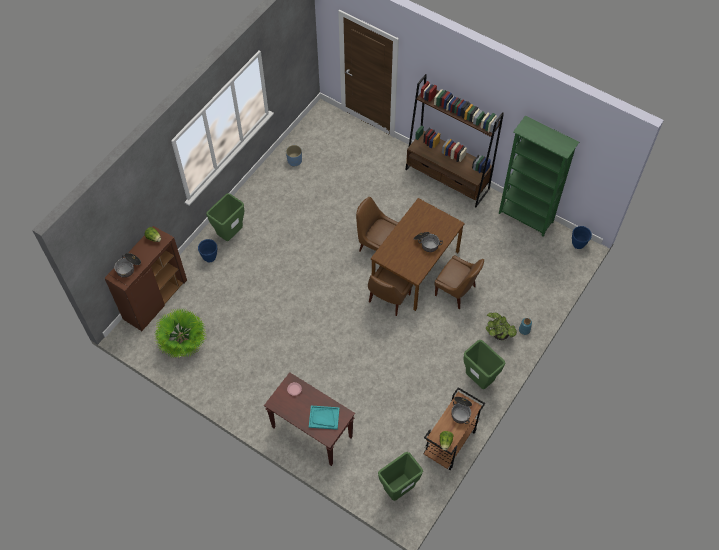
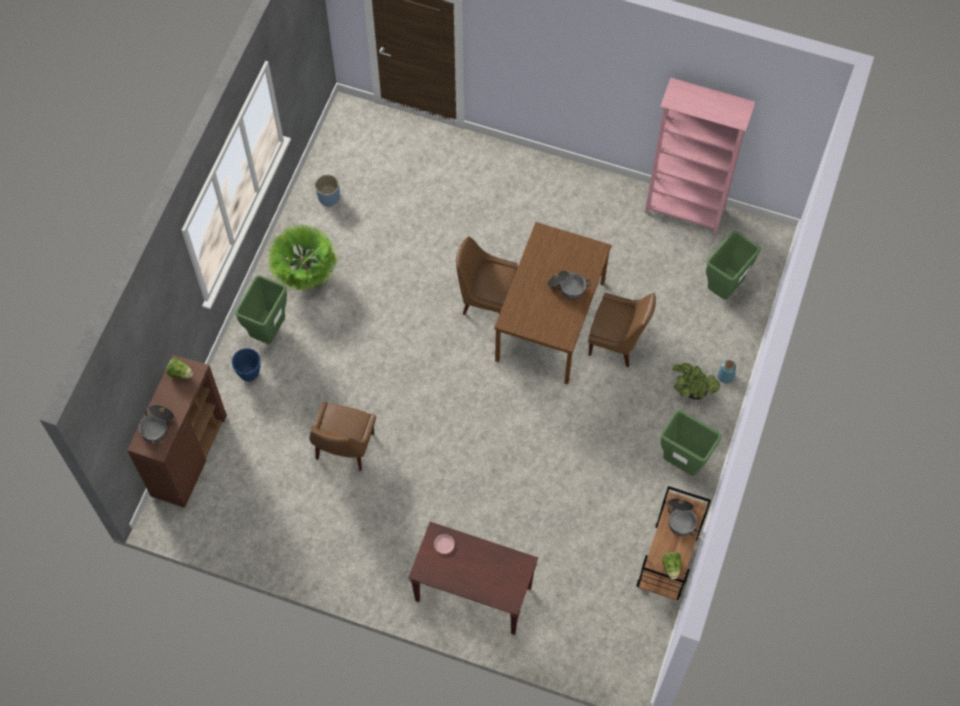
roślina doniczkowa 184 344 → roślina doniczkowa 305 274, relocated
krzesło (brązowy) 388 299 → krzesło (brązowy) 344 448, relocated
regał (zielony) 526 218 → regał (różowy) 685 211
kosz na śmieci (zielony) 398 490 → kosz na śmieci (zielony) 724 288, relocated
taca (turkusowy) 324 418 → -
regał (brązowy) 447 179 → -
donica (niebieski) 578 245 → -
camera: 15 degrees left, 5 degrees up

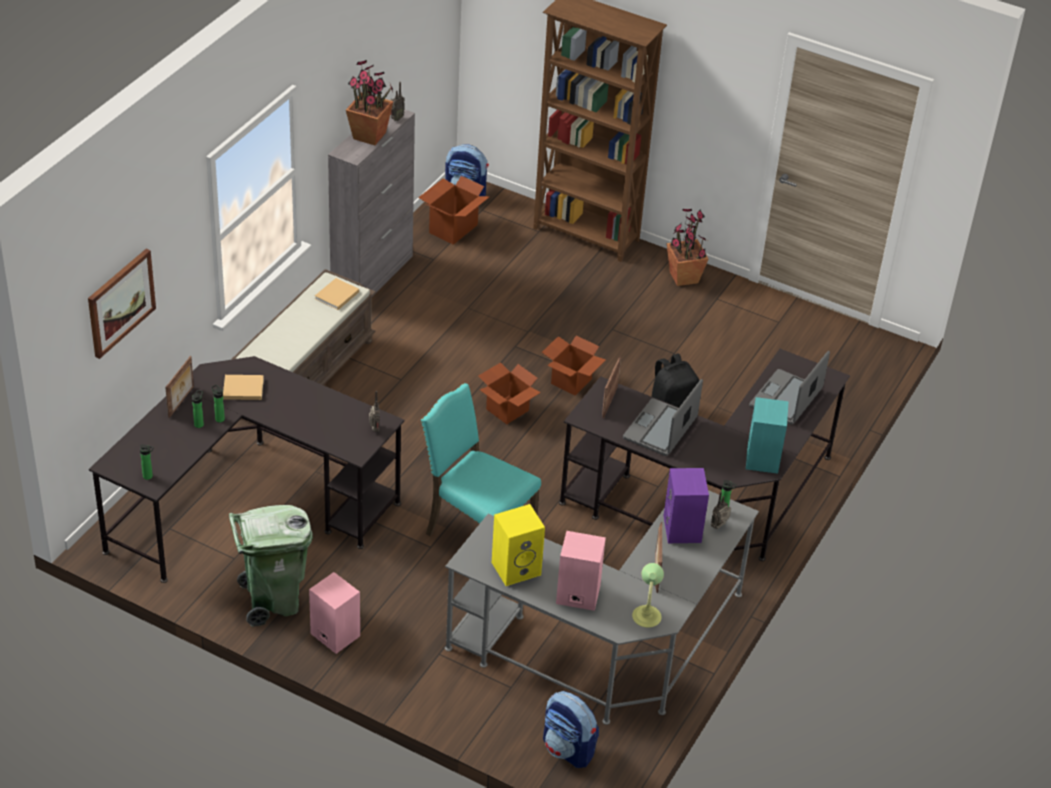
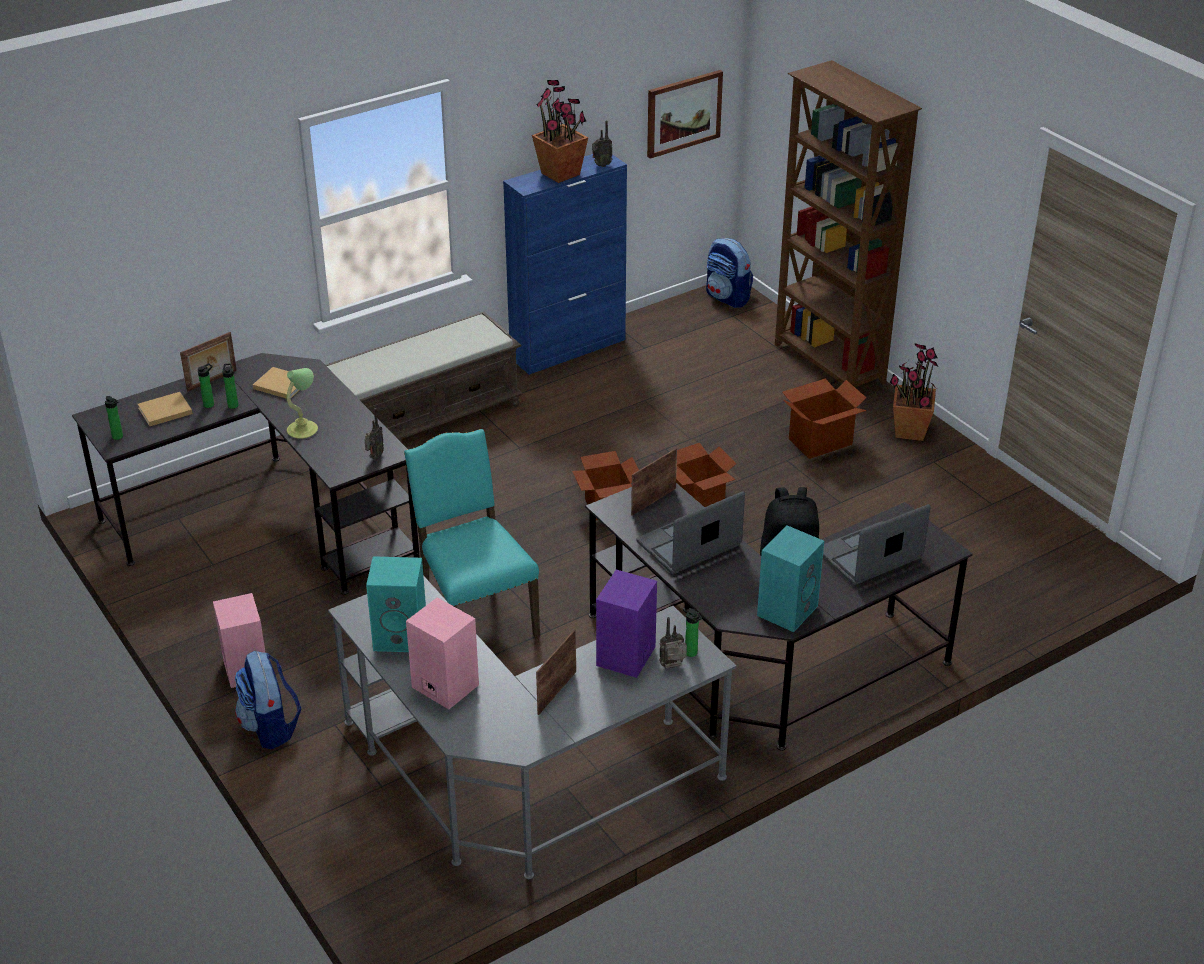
książka (beżowy) 336 296 → książka (beżowy) 163 411, relocated
plecak 568 749 → plecak 271 727, relocated
lampa stołowa 647 616 → lampa stołowa 303 430, relocated
głośnik (żółty) 516 567 → głośnik (turkusowy) 402 636
szafka (szary) 372 277 → szafka (niebieski) 568 348
obraz 120 302 → obraz 683 113, relocated
karton 452 228 → karton 819 441, relocated
kosz na śmieci (zielony) 273 601 → -
camera: 30 degrees right, 5 degrees down

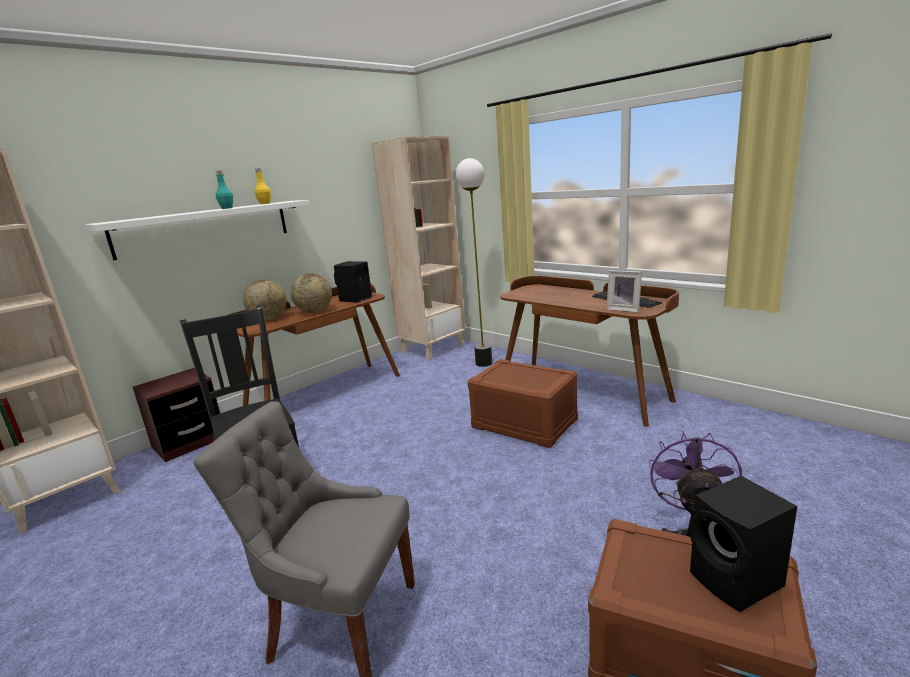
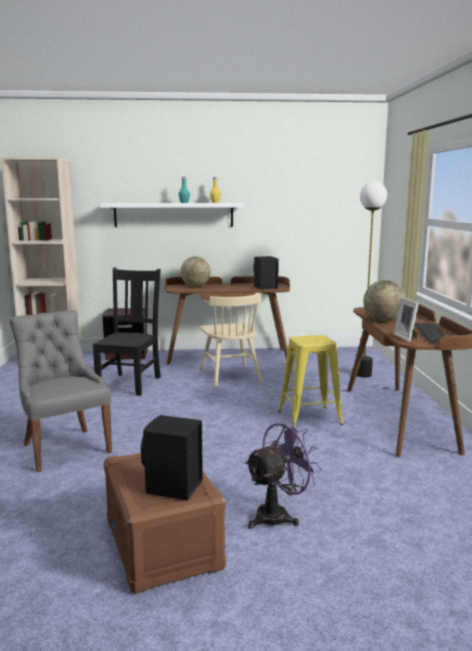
- → krzesło (beżowy) 230 375
pojemnik do przechowywania (brązowy) 523 424 → stołek (żółty) 309 418
globus 314 312 → globus 383 321, relocated
regał (beżowy) 433 349 → -
camera: 40 degrees right, 5 degrees down

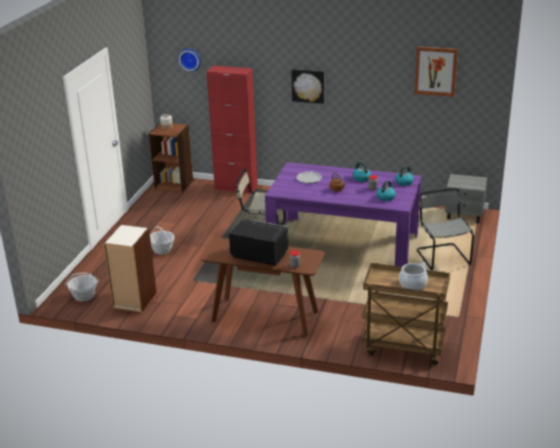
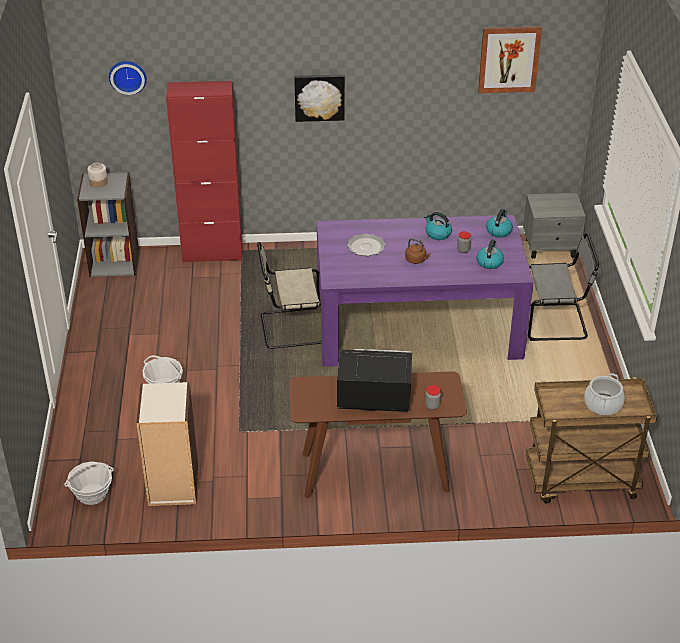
regał (brązowy) 174 184 → regał (szary) 114 262
krzesło (szary) 442 256 → krzesło (szary) 556 322, 120 degrees clockwise
camera: 20 degrees left, 10 degrees up

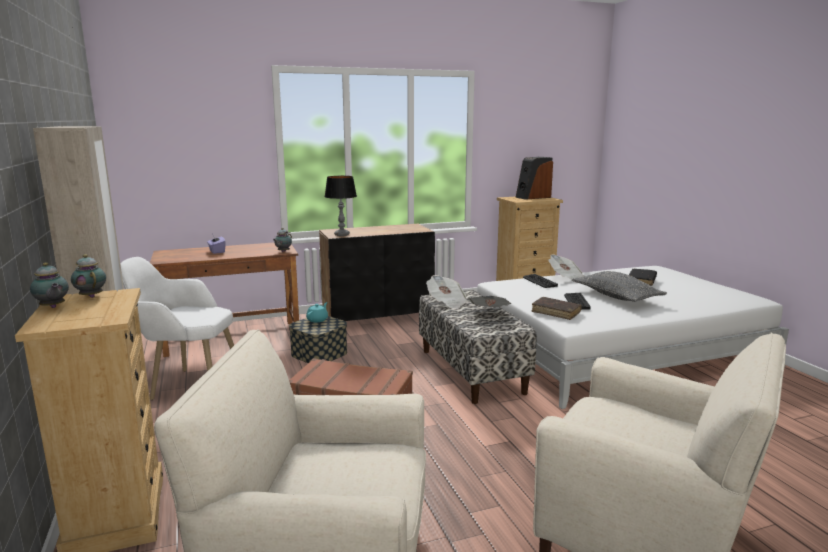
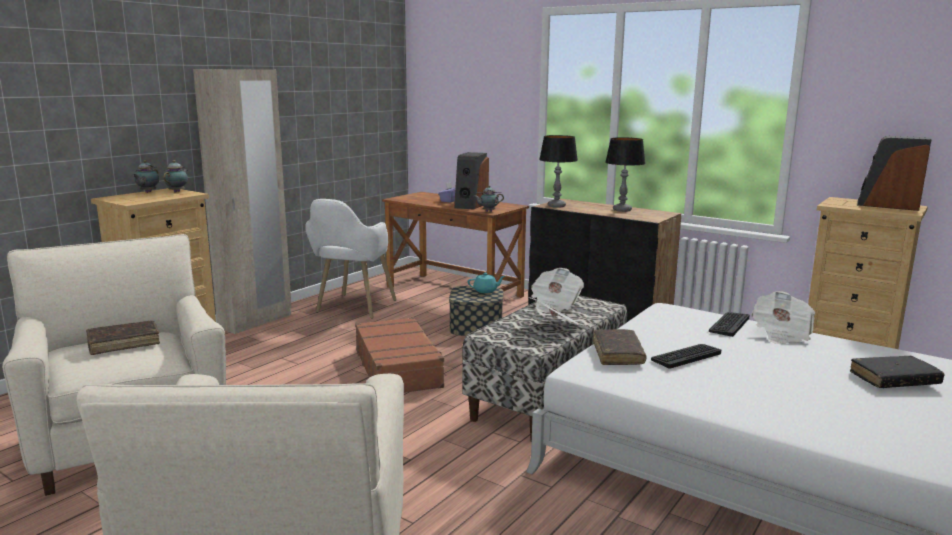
- → książka (brązowy) 124 343
fotel (biały) 187 385 → fotel (biały) 352 309, 135 degrees counterclockwise
- → głośnik 470 205
- → lampa stołowa 622 210
poduszka (szary) 616 297 → -
camera: 55 degrees right, 0 degrees up

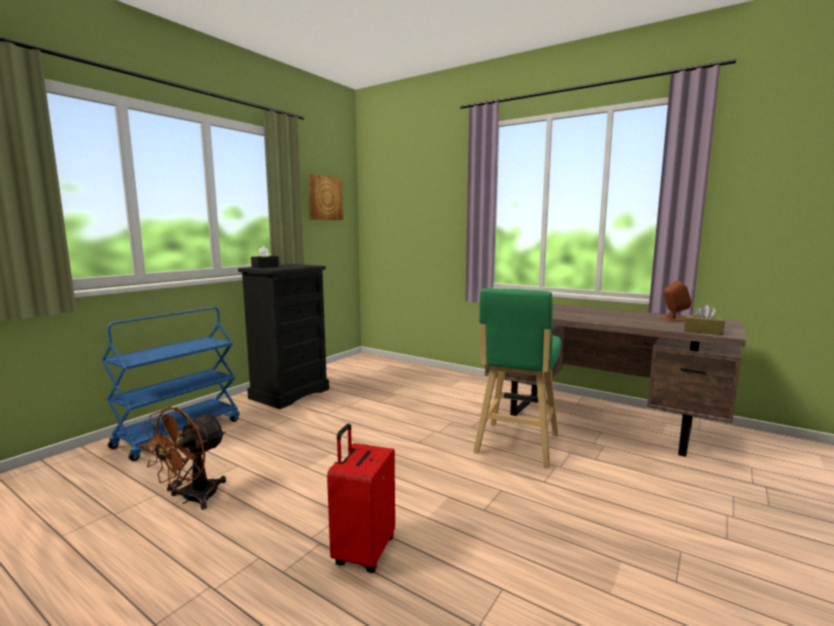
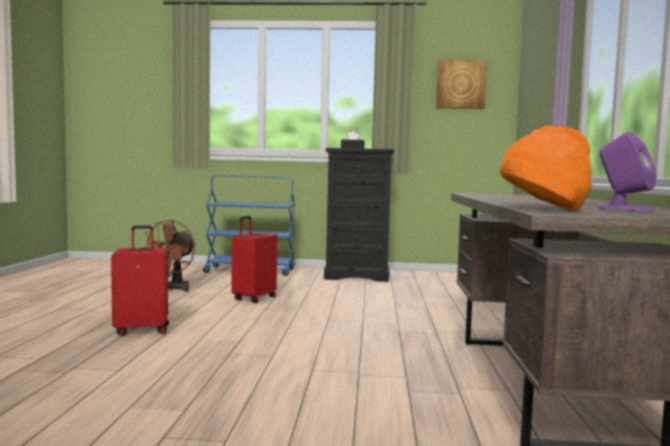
wentylator (brązowy) 192 499 → wentylator (brązowy) 173 289, 75 degrees counterclockwise
- → walizka (czerwony) 253 298
pudełko chusteczek (brązowy) 702 331 → kapelusz (pomarańczowy) 543 210
głośnik (brązowy) 673 319 → głośnik (fioletowy) 623 209
stołek (zielony) 516 445 → -
camera: 60 degrees right, 5 degrees down

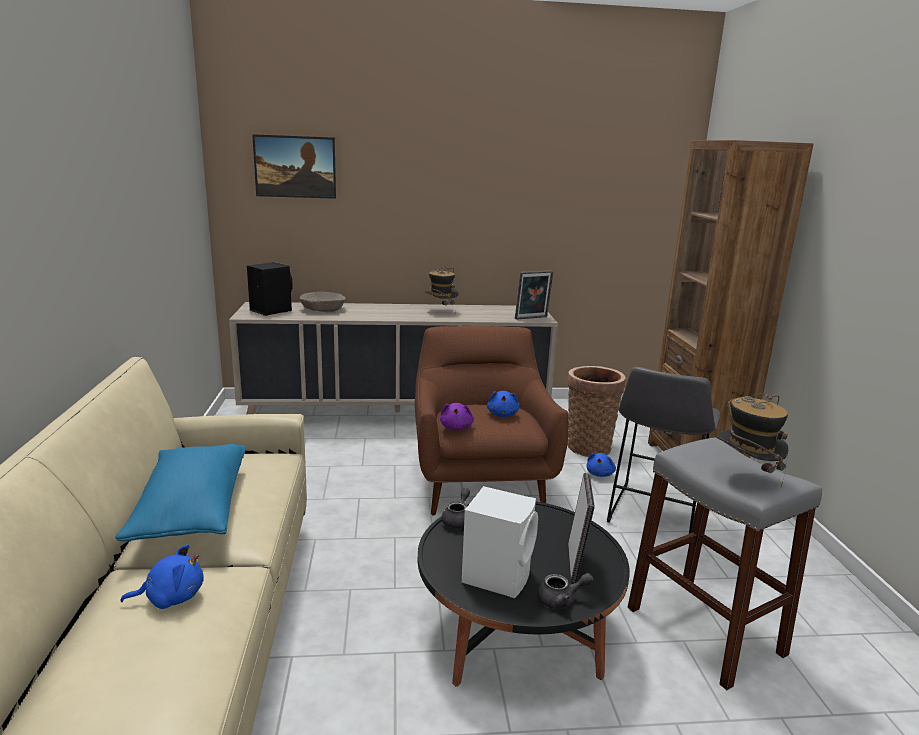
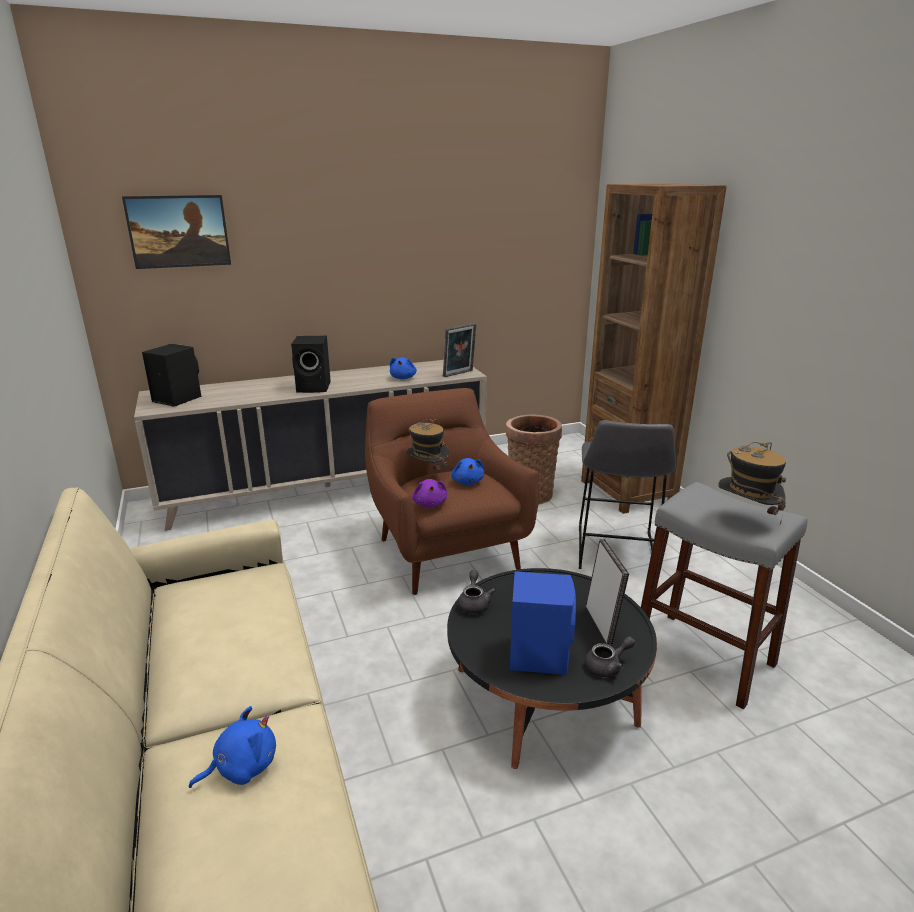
- → głośnik (czarny) 315 387
pluszak (niebieski) 600 474 → pluszak (niebieski) 403 378, relocated
kapelusz 440 311 → kapelusz 427 474, relocated
głośnik (biały) 498 575 → głośnik (niebieski) 539 654
poduszka (niebieski) 191 510 → -
miska (beżowy) 322 309 → -
camera: 15 degrees left, 5 degrees up

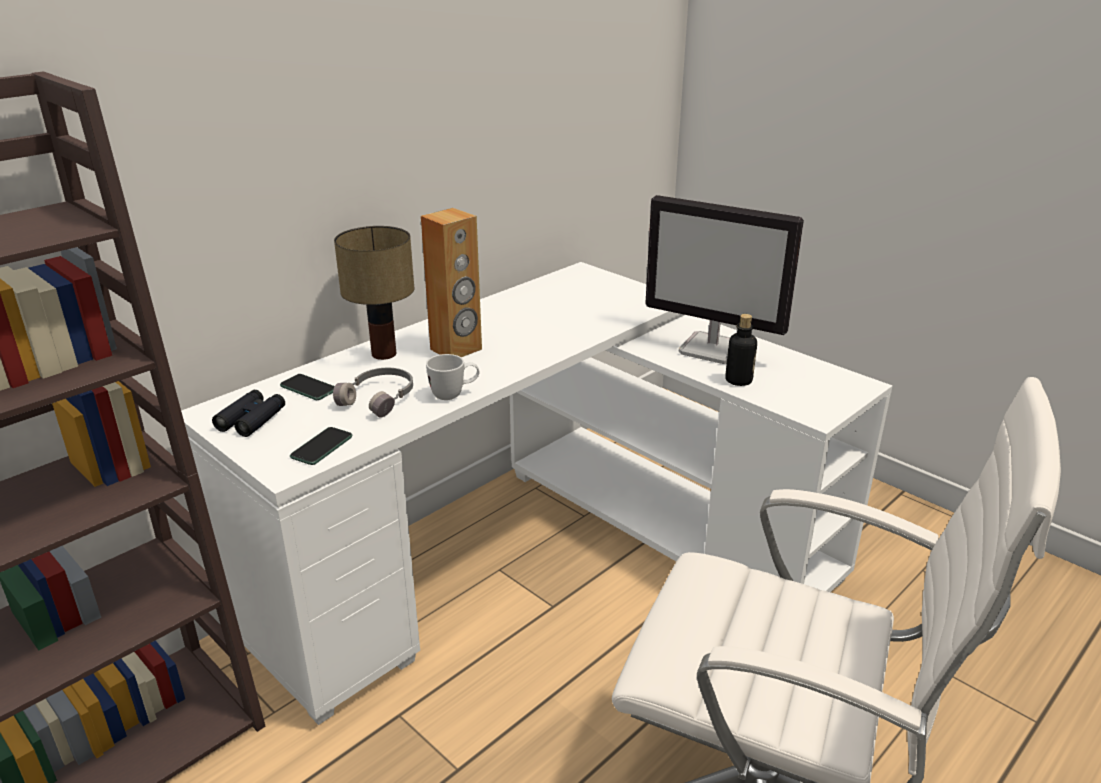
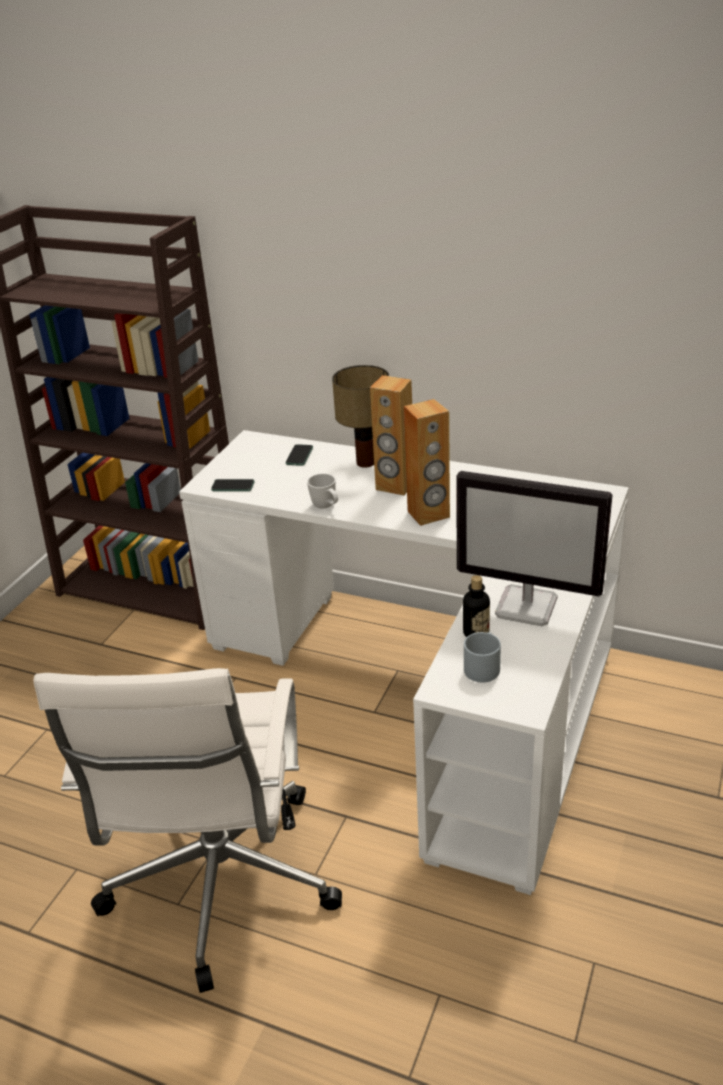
- → głośnik (brązowy) 428 514
monitor 712 349 → monitor 527 606, 75 degrees counterclockwise
- → kubek (szary) 482 666
lornetka (czarny) 251 419 → -
słuchawki (szary) 380 398 → -
camera: 70 degrees right, 5 degrees up

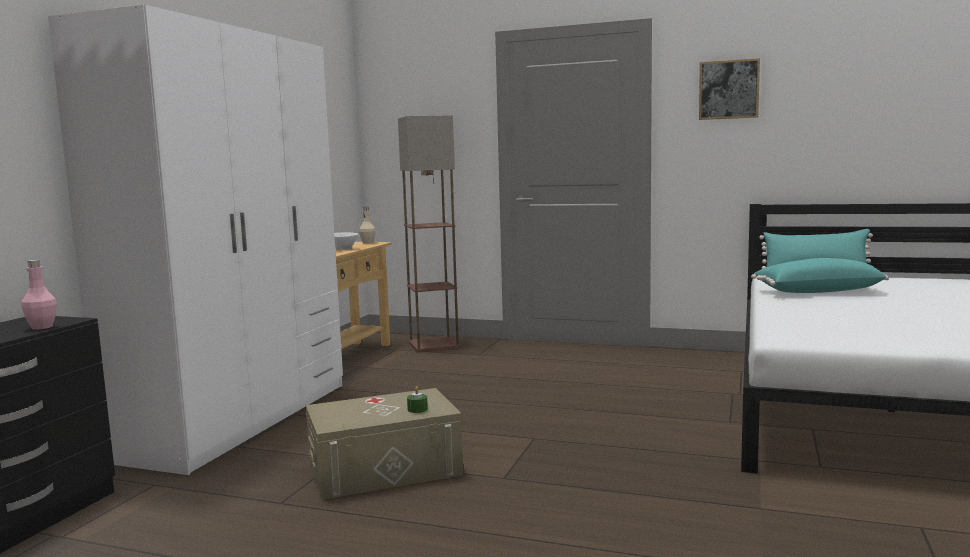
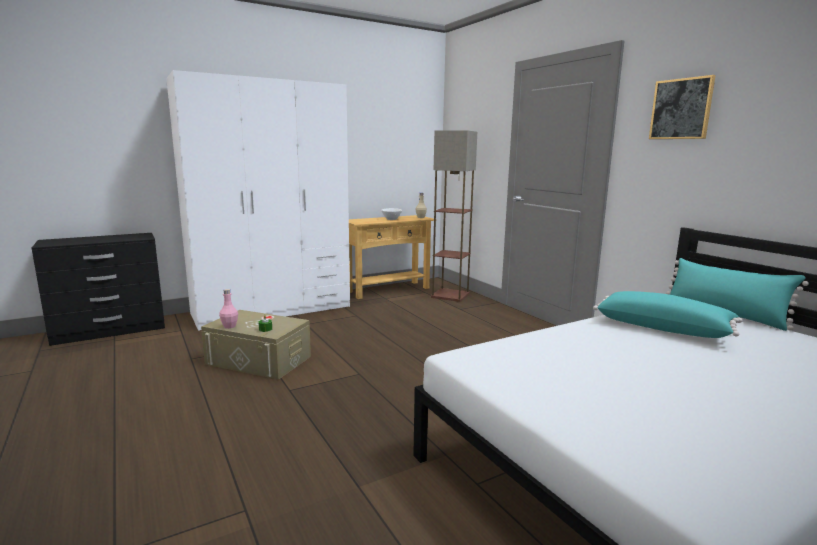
butelka (różowy) 42 327 → butelka (różowy) 229 326, relocated
camera: 40 degrees right, 5 degrees up

